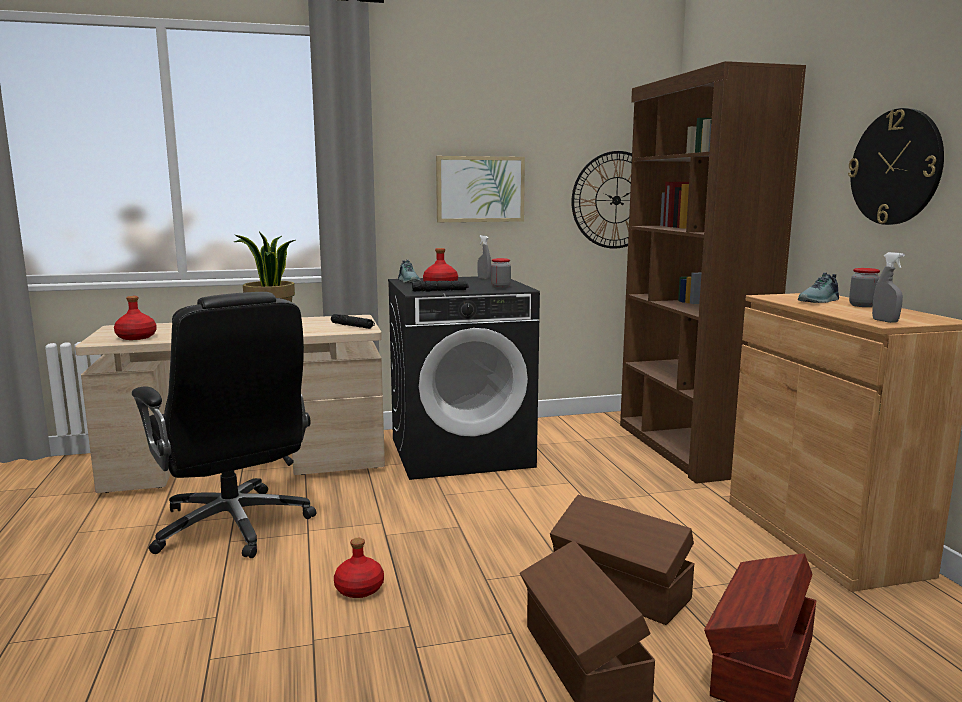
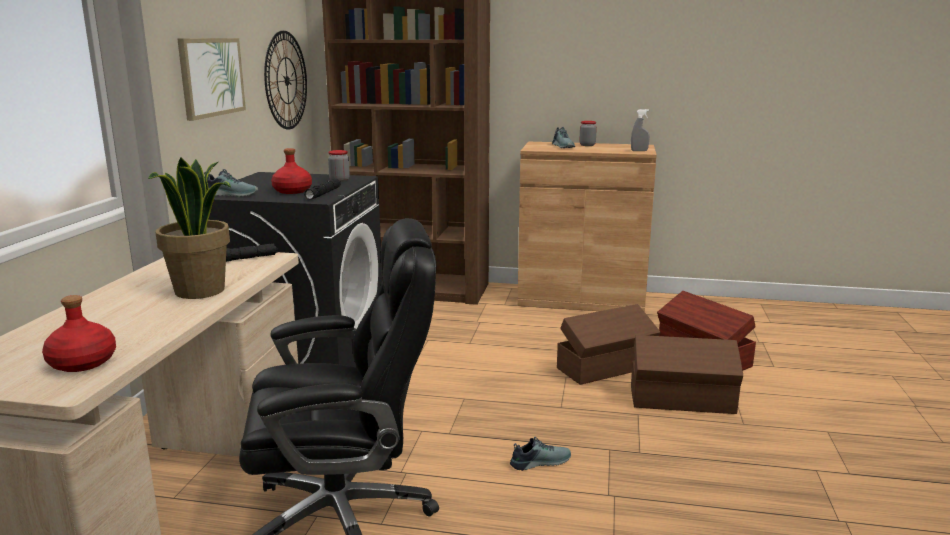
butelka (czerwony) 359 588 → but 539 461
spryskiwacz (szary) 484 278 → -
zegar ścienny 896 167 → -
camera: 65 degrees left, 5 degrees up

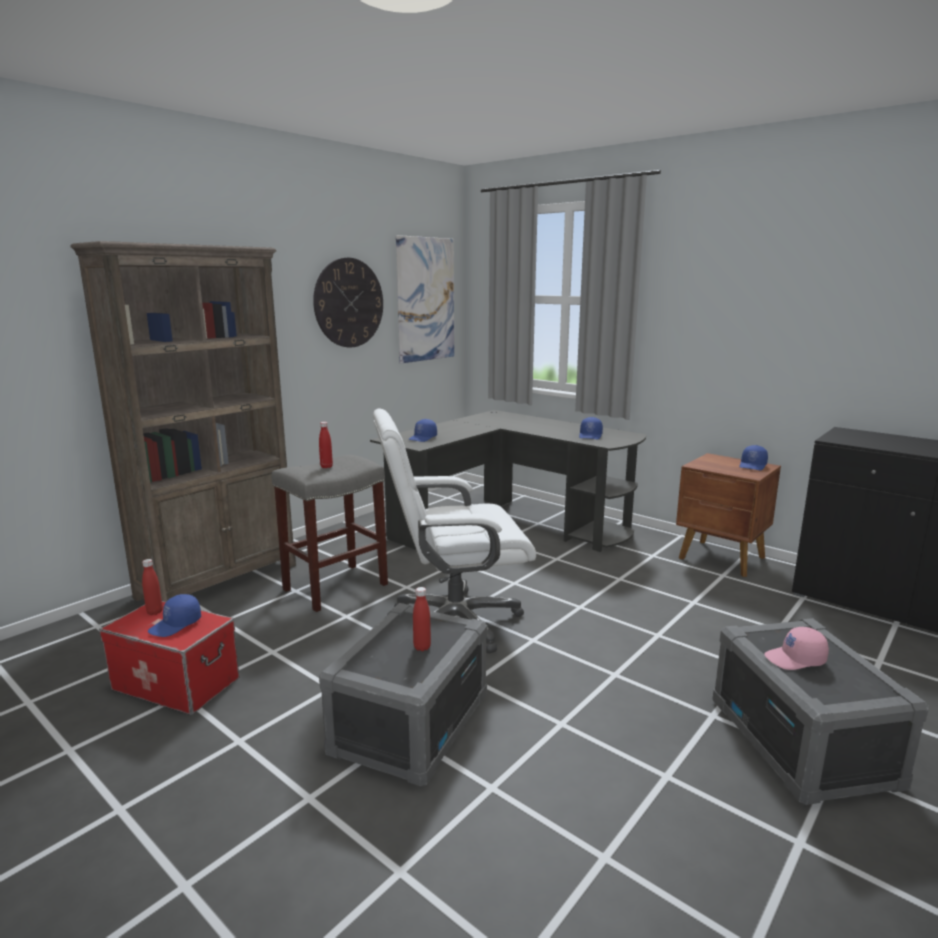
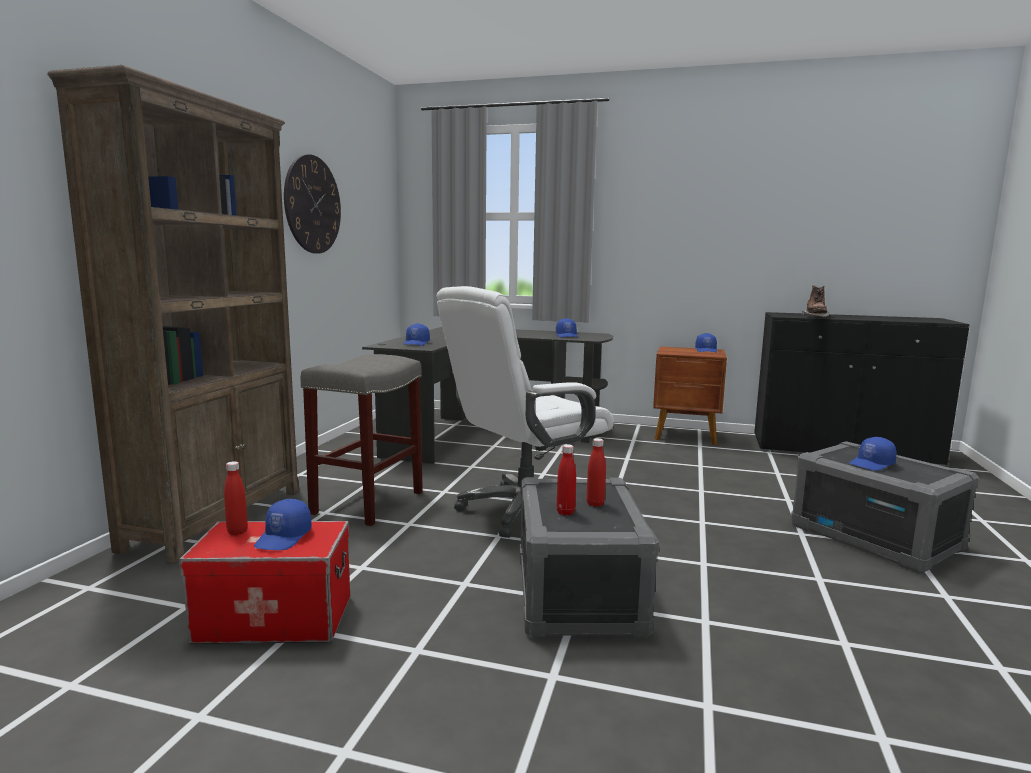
butelka (czerwony) 326 467 → butelka (czerwony) 565 512, relocated
- → but z cholewką (brązowy) 815 317
czapka z daszkiem (różowy) 795 659 → czapka z daszkiem (niebieski) 872 464
obraz 426 300 → -
camera: 25 degrees left, 5 degrees down

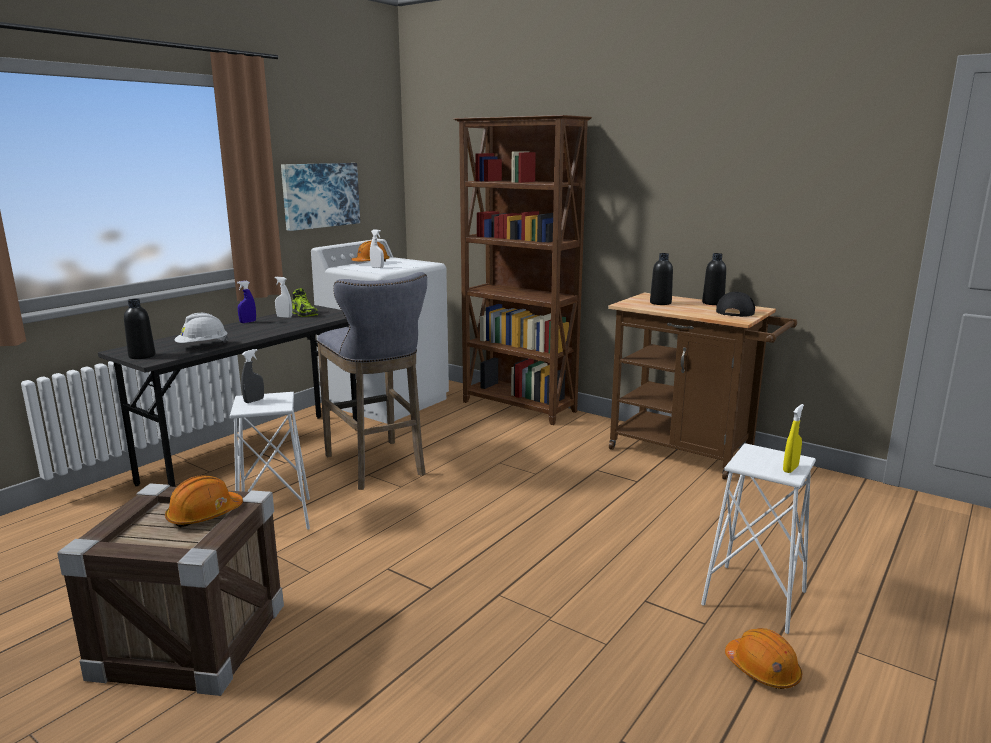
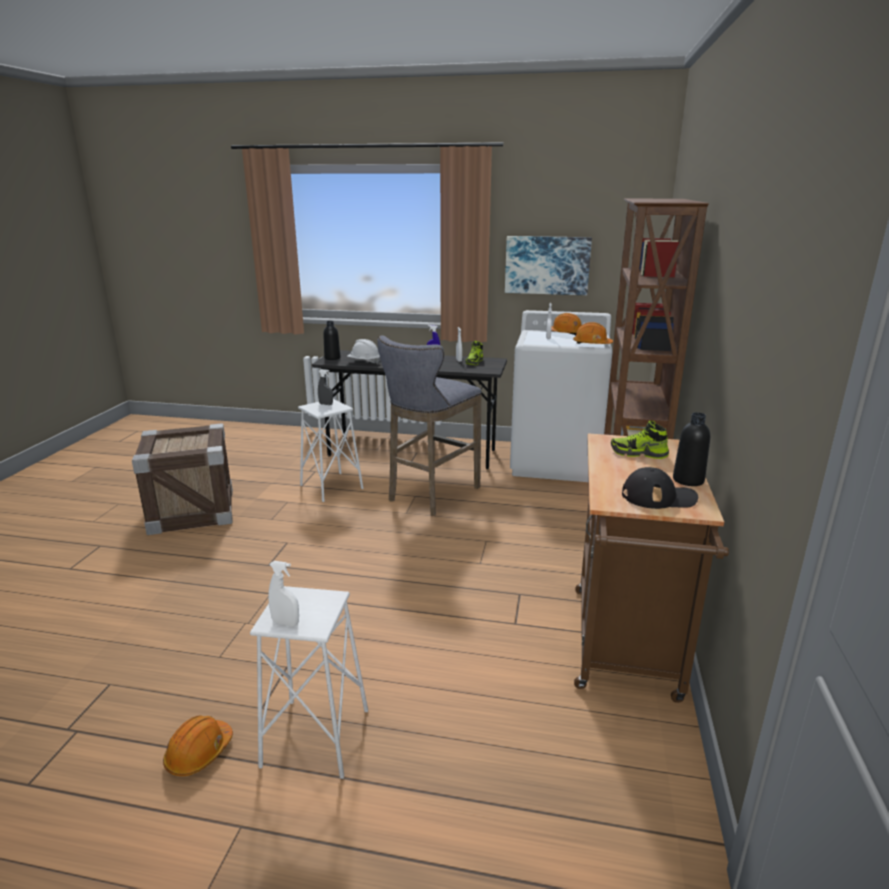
spryskiwacz (żółty) 790 469 → spryskiwacz (biały) 285 623
kask (pomarańczowy) 204 515 → kask (pomarańczowy) 592 344, relocated
butelka (czarny) 660 303 → but 638 453
camera: 65 degrees right, 5 degrees up

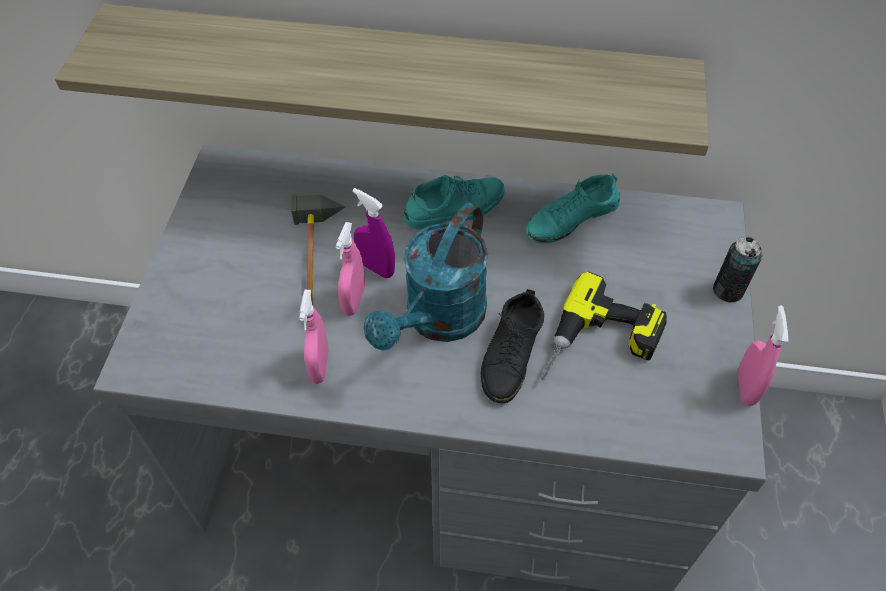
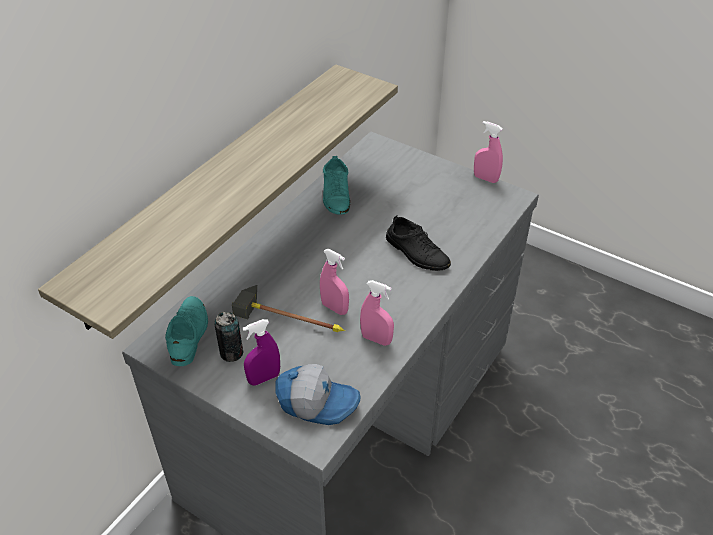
but (turkusowy) 455 208 → but (turkusowy) 188 334, relocated
puszka 728 290 → puszka 231 353, relocated
spryskiwacz (fioletowy) 376 268 → spryskiwacz (fioletowy) 264 378, relocated
- → czapka z daszkiem 317 401
konewka (turkusowy) 438 320 → -
wiertarka 600 347 → -
camera: 65 degrees left, 10 degrees down

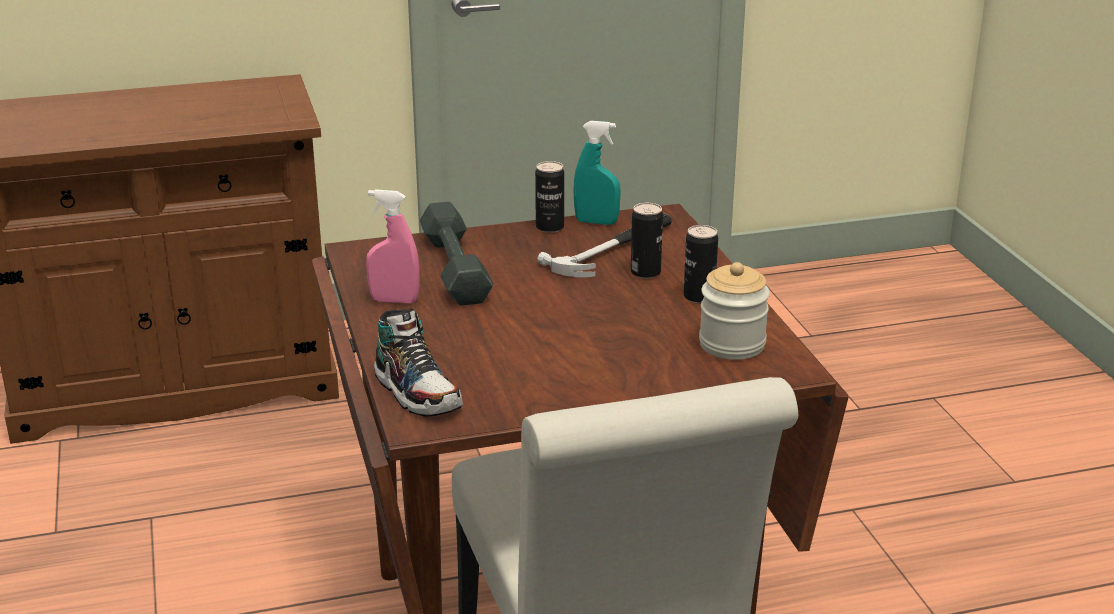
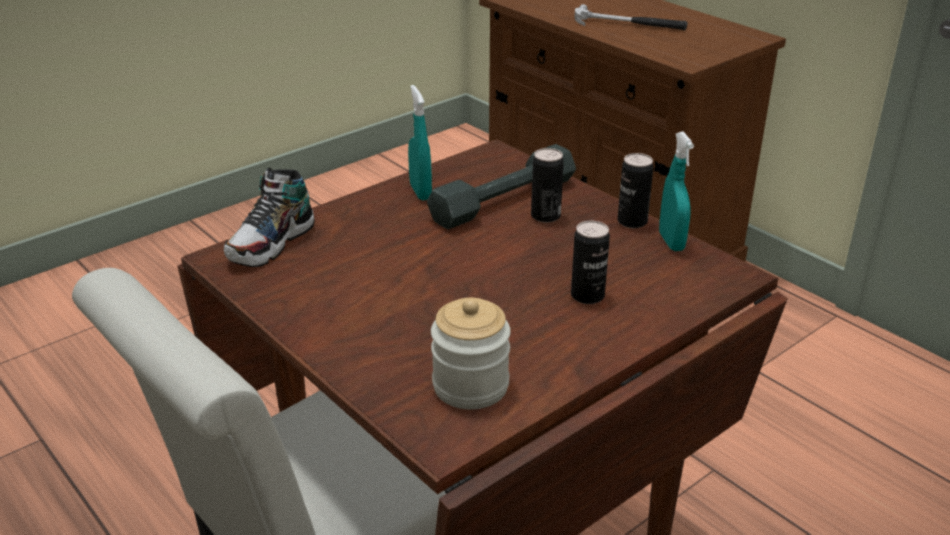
spryskiwacz (różowy) 394 300 → spryskiwacz (turkusowy) 420 192
puszka 699 297 → puszka 545 216, relocated
młotek 614 249 → młotek 629 24, relocated
camera: 65 degrees right, 5 degrees up

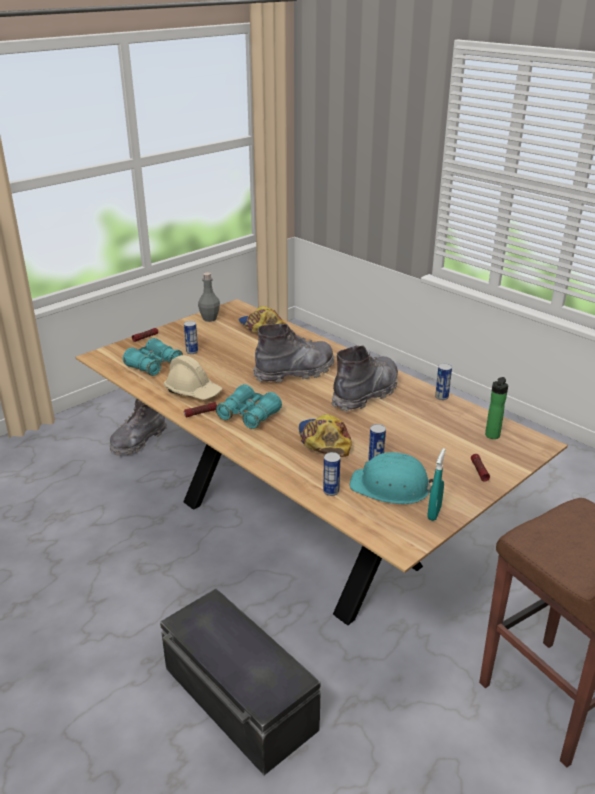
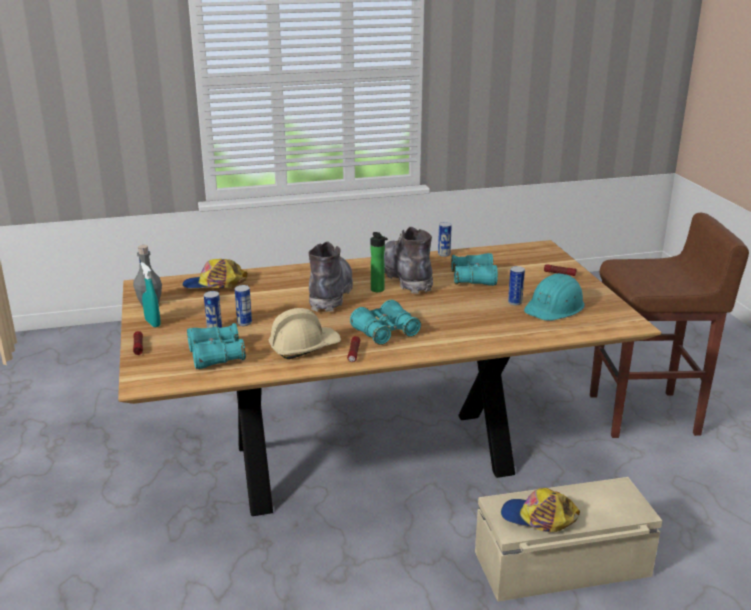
spryskiwacz (turkusowy) 434 513 → spryskiwacz (turkusowy) 153 323, relocated
puszka 331 491 → puszka 244 323, relocated
butelka 491 436 → butelka 378 290, relocated
- → lornetka (turkusowy) 473 278
pojemnik do przechowywania (czarny) 238 699 → pojemnik do przechowywania (beżowy) 563 565
czapka z daszkiem 324 440 → czapka z daszkiem 538 518, relocated
but z cholewką (szary) 138 441 → -
camera: 60 degrees left, 5 degrees down

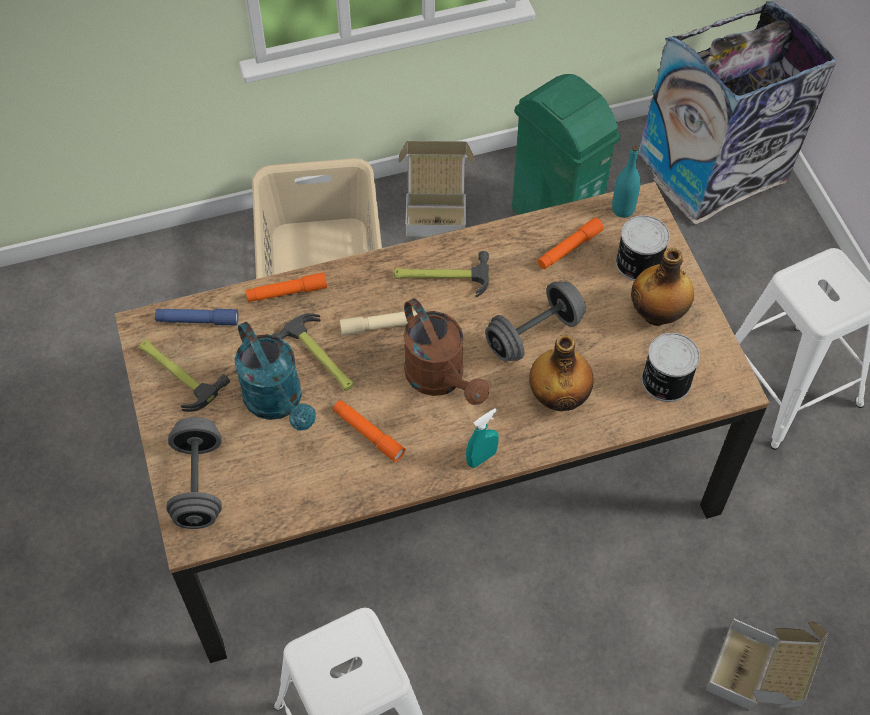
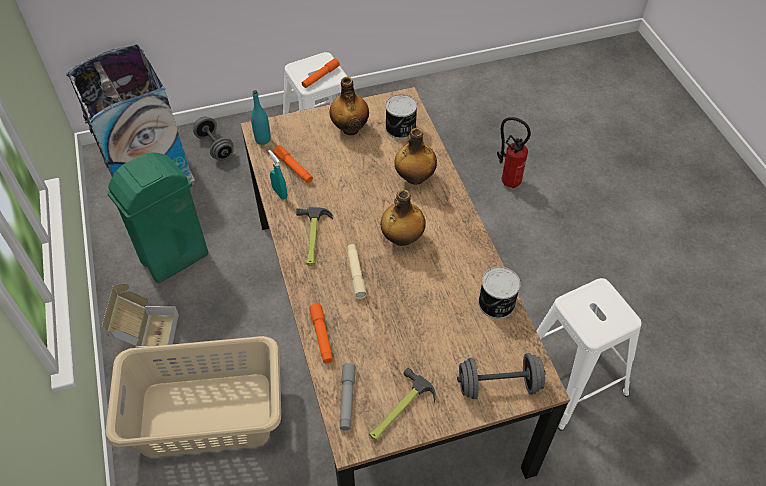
hantel (szary) 534 334 → hantel (szary) 215 147, relocated
spryskiwacz (turkusowy) 481 458 → spryskiwacz (turkusowy) 280 193, relocated
latarka (pomarańczowy) 368 434 → latarka (pomarańczowy) 320 77, relocated
latarka (niebieski) 197 320 → latarka (szary) 347 399
konewka (brązowy) 441 379 → butelka 402 239
puszka 637 263 → puszka 497 304, relocated
karton 759 677 → gaśnica 508 180
konewka (turkusowy) 278 403 → -
młotek 320 357 → -
camera: 90 degrees left, 5 degrees down

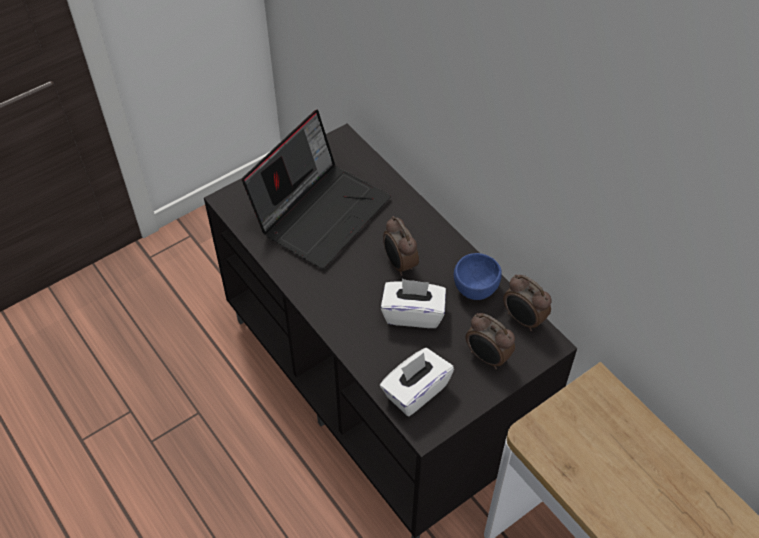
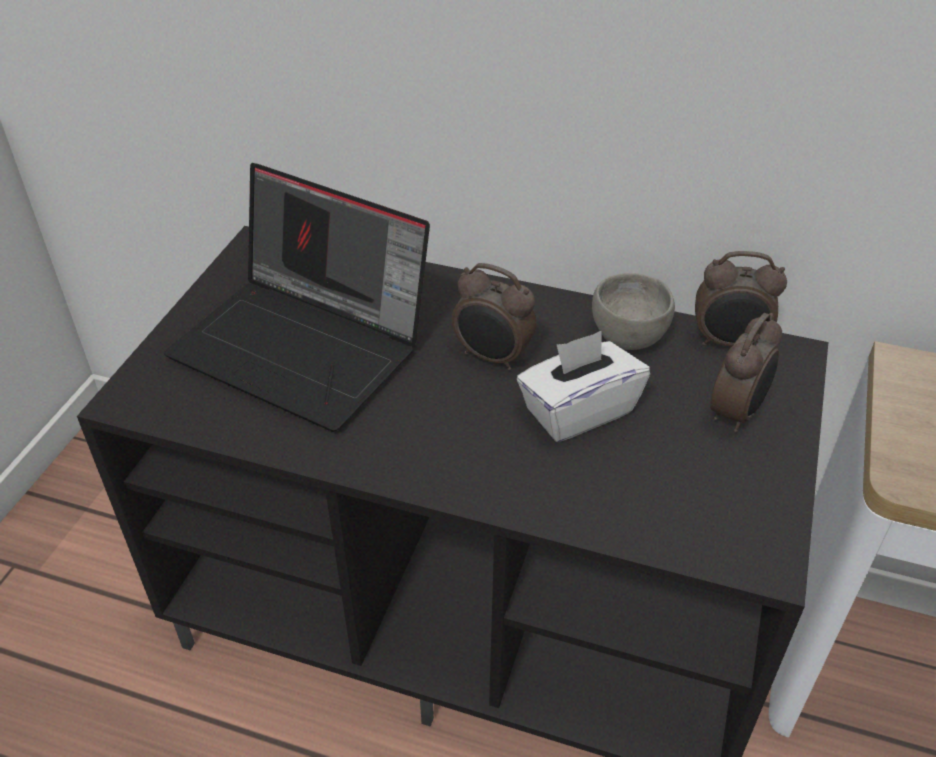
laptop 321 211 → laptop 306 346, 120 degrees clockwise
miska (niebieski) 477 289 → miska (szary) 630 336
budzik 487 357 → budzik 737 413, 60 degrees counterclockwise
pudełko chusteczek (biały) 415 391 → -
camera: 35 degrees left, 10 degrees down

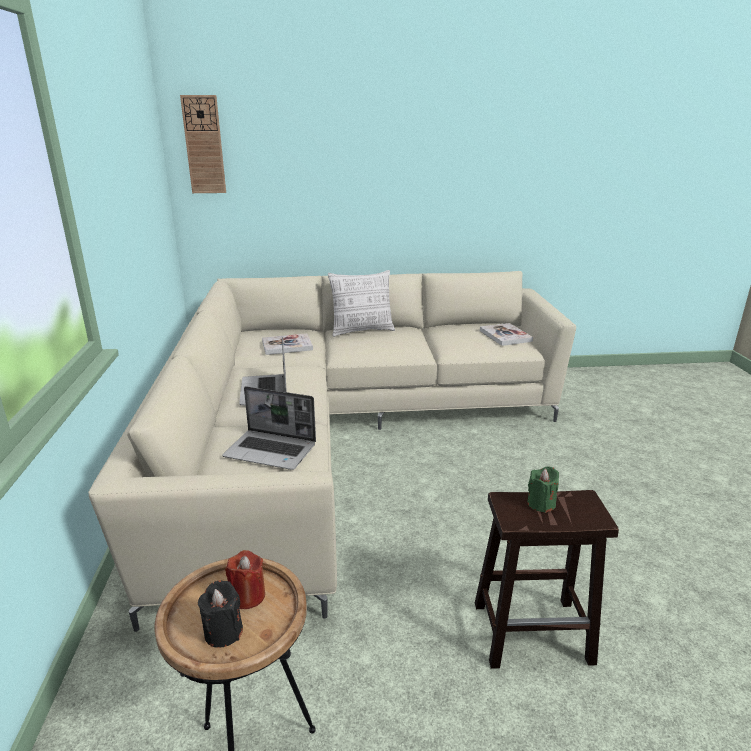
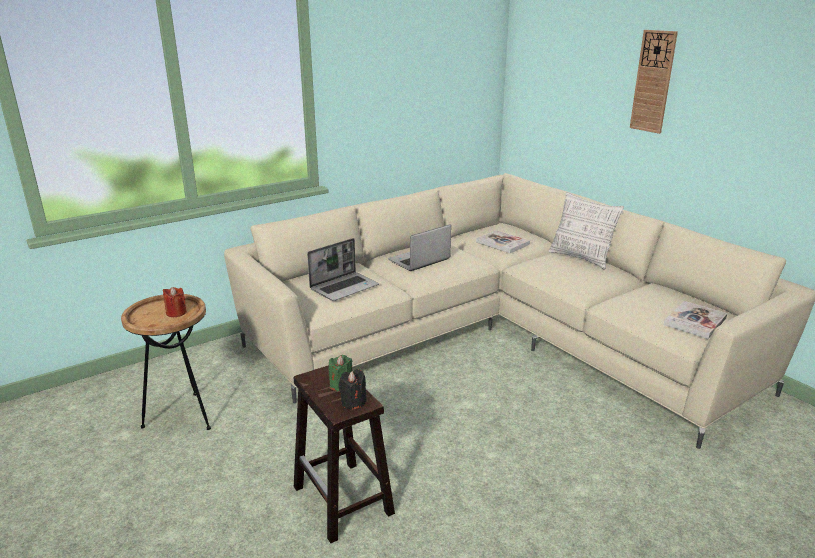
laptop 272 451 → laptop 344 287, 120 degrees counterclockwise
świeca (czarny) 223 632 → świeca (czarny) 353 402, relocated
zegar ścienny 204 145 → zegar ścienny 653 82, relocated
camera: 60 degrees right, 0 degrees up

